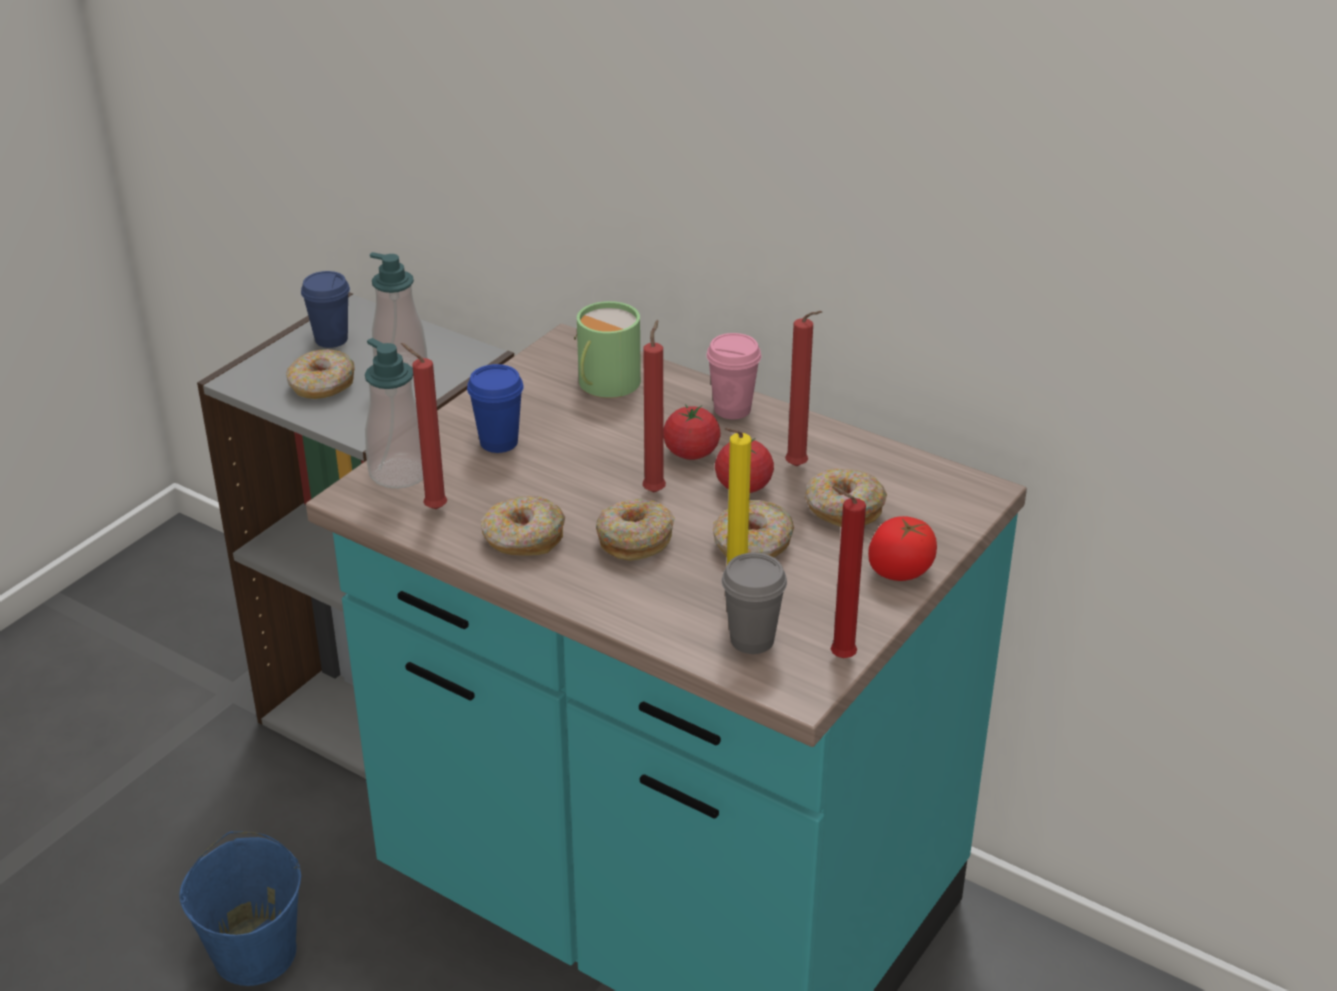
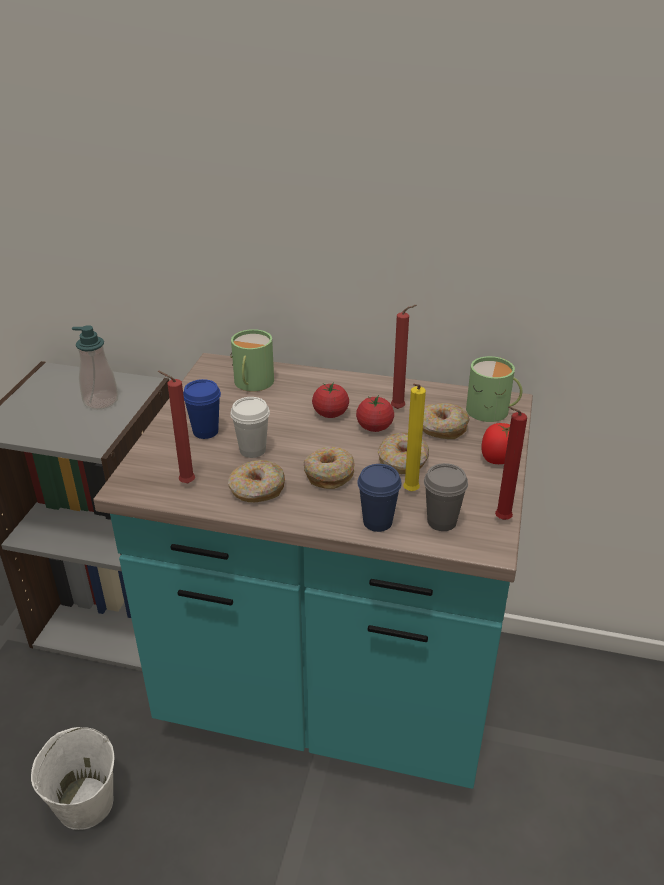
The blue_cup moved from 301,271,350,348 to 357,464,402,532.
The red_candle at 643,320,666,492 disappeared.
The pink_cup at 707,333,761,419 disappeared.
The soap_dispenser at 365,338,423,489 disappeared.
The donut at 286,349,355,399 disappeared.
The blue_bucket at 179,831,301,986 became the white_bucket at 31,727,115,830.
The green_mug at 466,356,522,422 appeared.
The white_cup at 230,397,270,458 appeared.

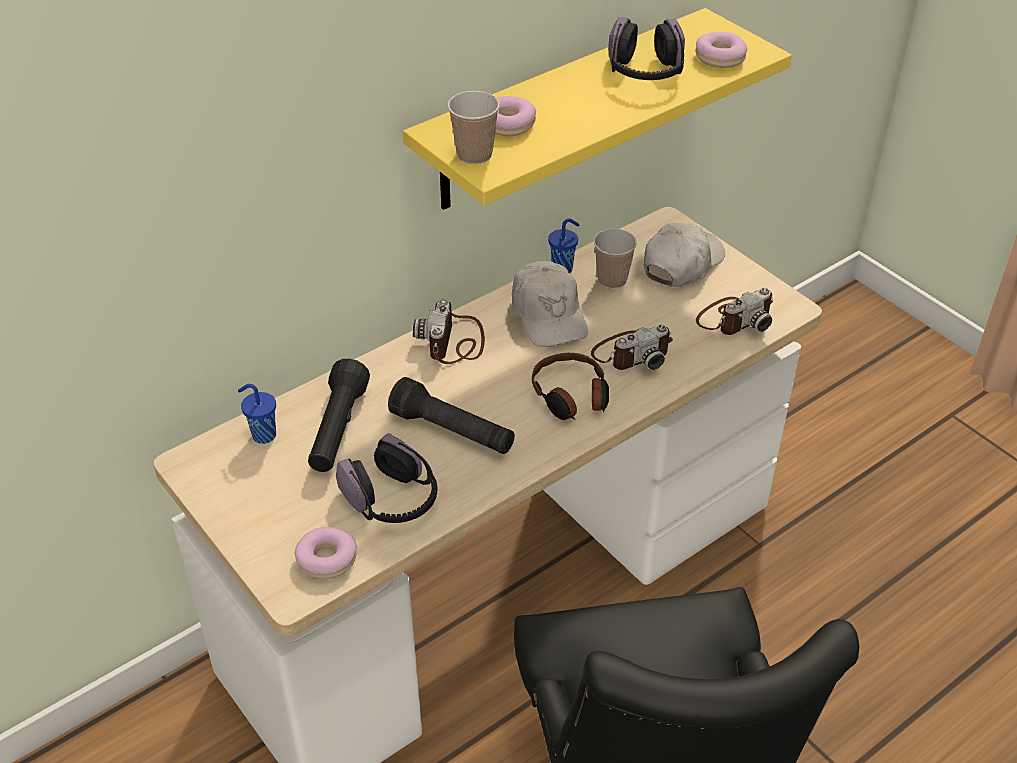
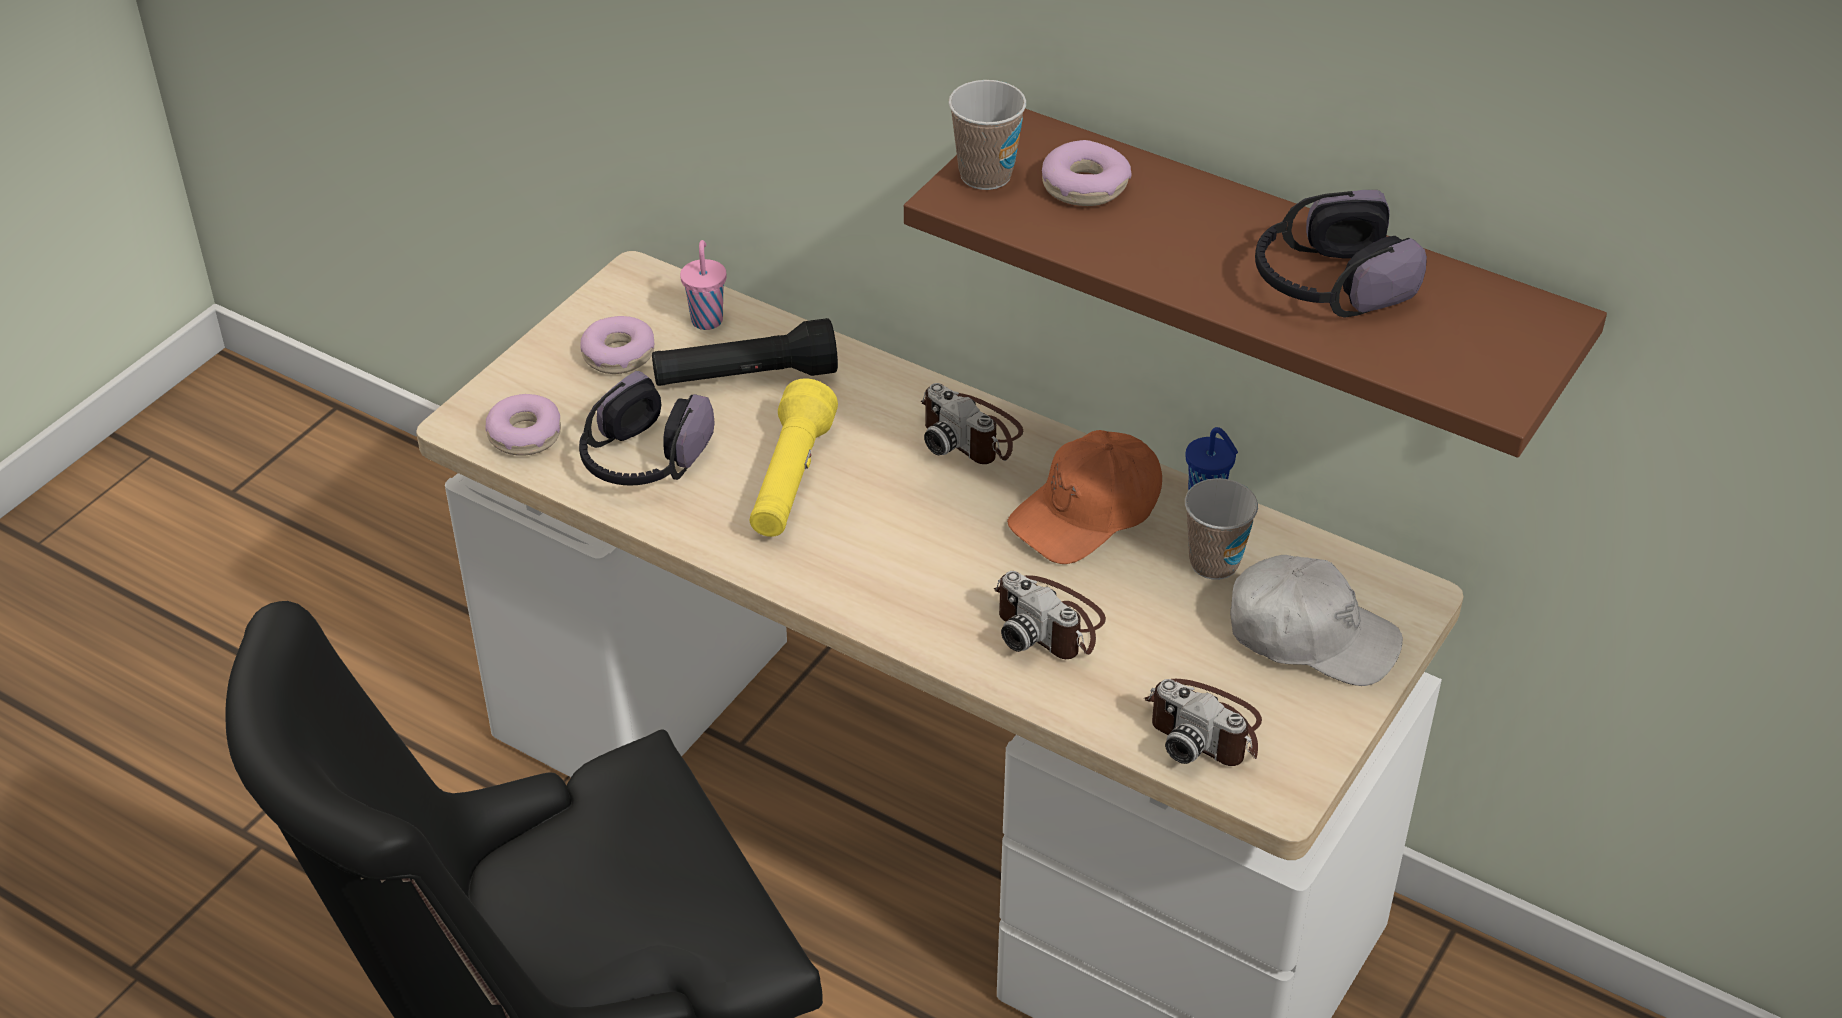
The yellow_shelf at 403,8,792,210 became the brown_shelf at 904,109,1607,458.
The donut moved from 695,32,747,68 to 580,316,655,374.
The white_cap at 512,261,588,347 became the orange_cap at 1007,430,1162,564.
The photo_camera at 413,299,485,364 turned 120 degrees counterclockwise.
The headphones at 532,353,609,420 disappeared.
The black_flashlight at 388,377,515,454 became the yellow_flashlight at 750,378,838,537.
The blue_cup at 238,384,276,444 became the pink_cup at 680,240,726,330.

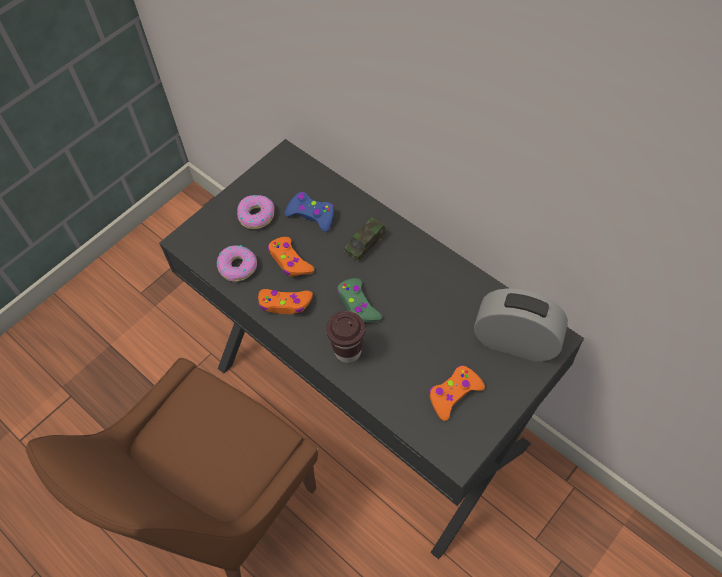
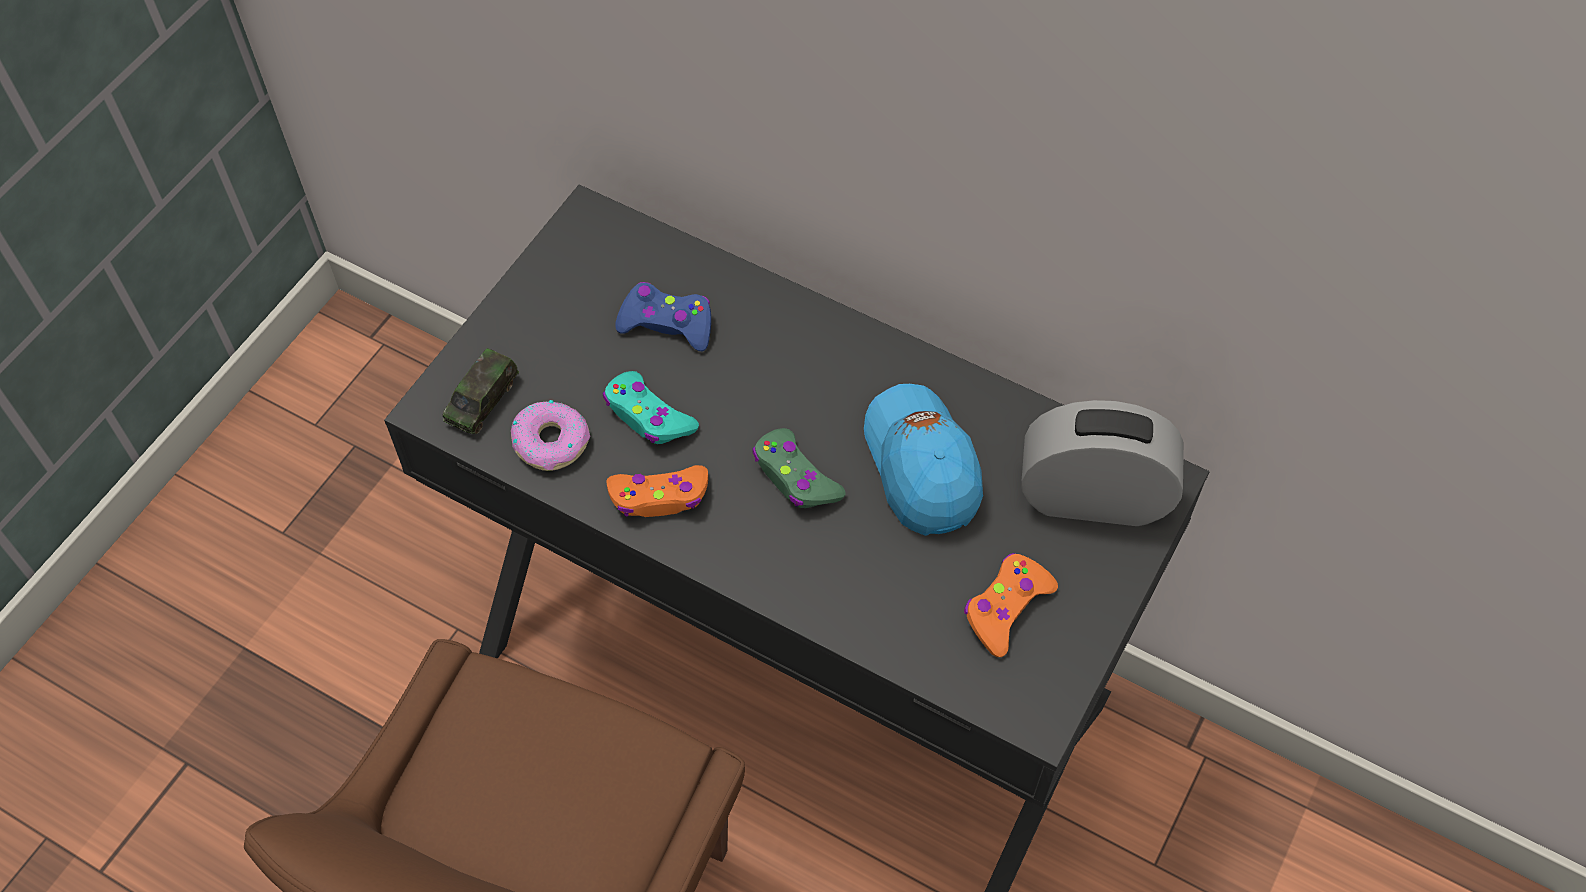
The donut at 237,195,274,229 disappeared.
The toy_car moved from 344,218,386,261 to 442,348,519,434.
The orange_game_controller at 268,237,314,277 became the turquoise_game_controller at 602,371,699,444.
The brown_cup at 326,311,365,363 disappeared.
The blue_cap at 864,384,983,536 appeared.

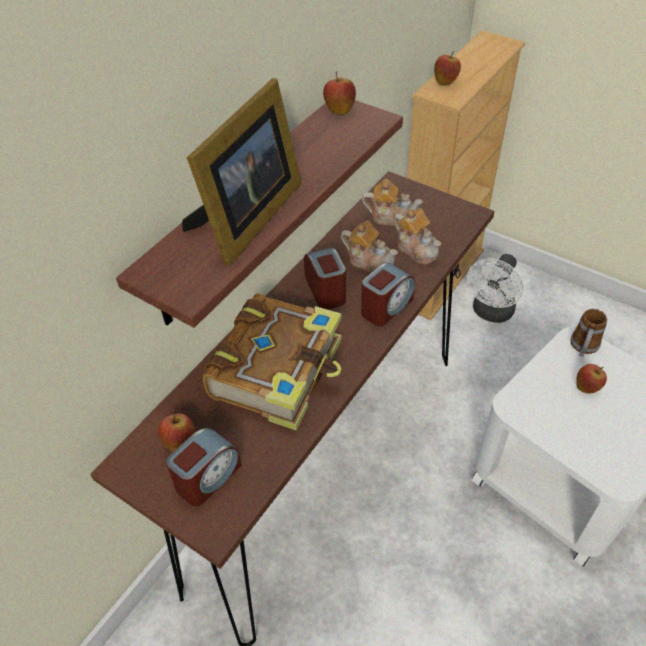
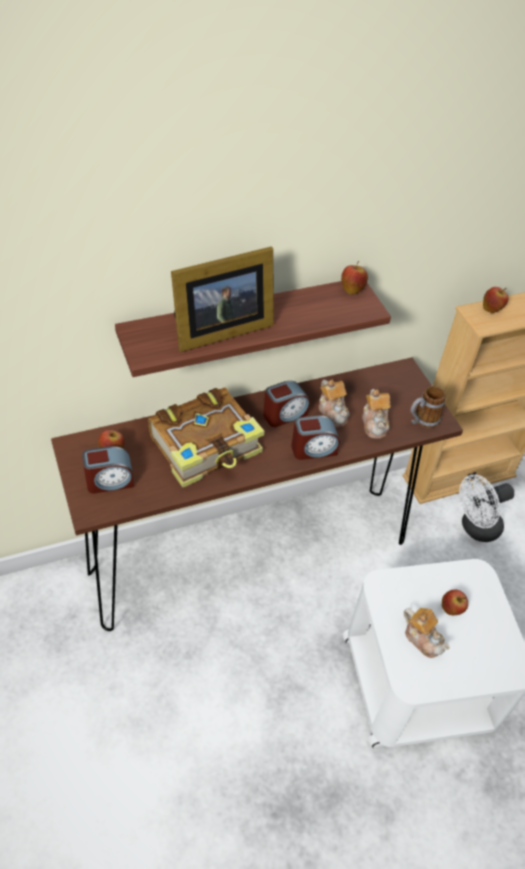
The teapot moved from 362,179,423,226 to 404,608,450,658.
The alarm_clock at 304,247,346,309 turned 45 degrees clockwise.
The mug moved from 570,309,607,357 to 410,386,446,428.

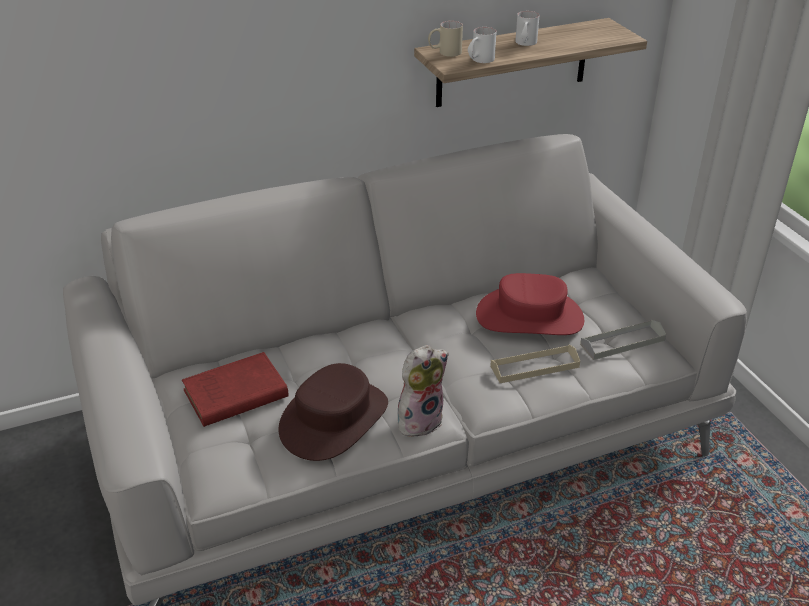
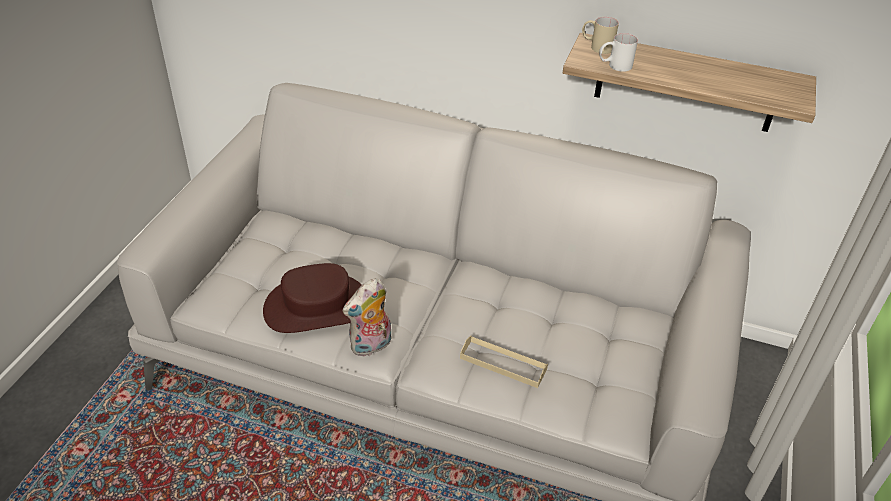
The white_mug at 515,11,540,46 disappeared.
The red_hat at 476,273,584,335 disappeared.
The grey_tray at 580,320,666,360 disappeared.
The plush_toy at 398,345,449,437 turned 135 degrees clockwise.
The red_book at 182,352,289,427 disappeared.

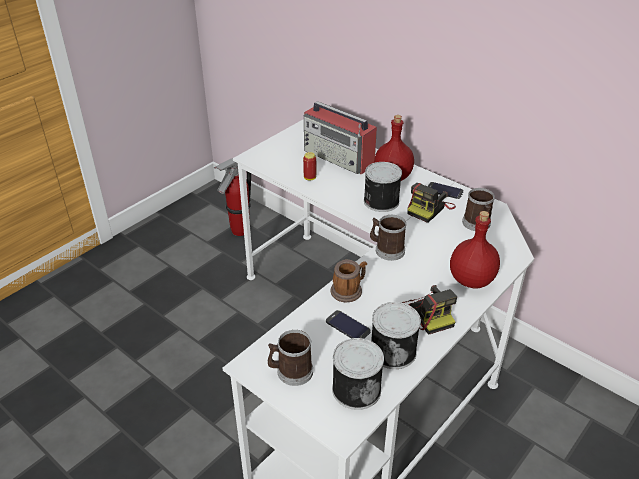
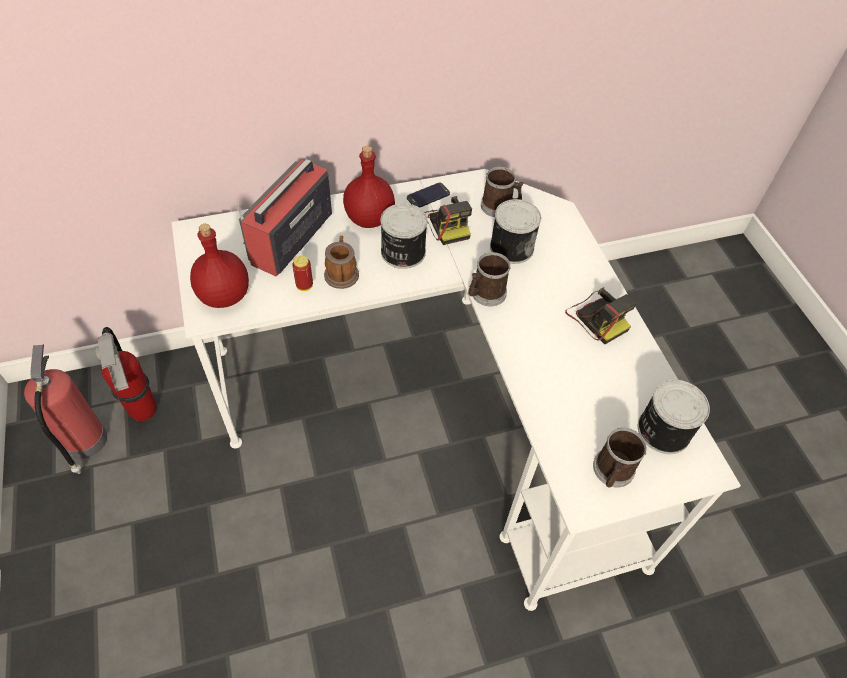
The radio at 304,101,377,175 turned 135 degrees clockwise.
The red_bottle moved from 450,211,500,289 to 190,224,249,308.
The mug moved from 330,259,367,303 to 324,236,359,289.
The photo_camera at 402,285,457,335 turned 45 degrees clockwise.
The can moved from 371,302,421,369 to 490,199,541,264.
The phone at 326,310,371,339 disappeared.
The fire_extinguisher at 24,344,107,474 appeared.

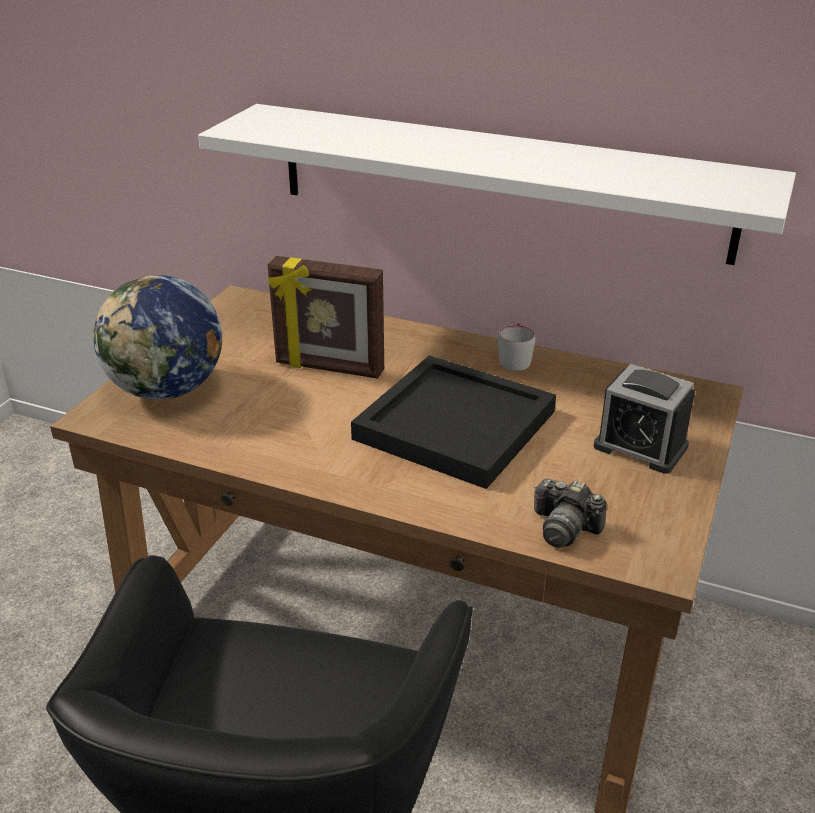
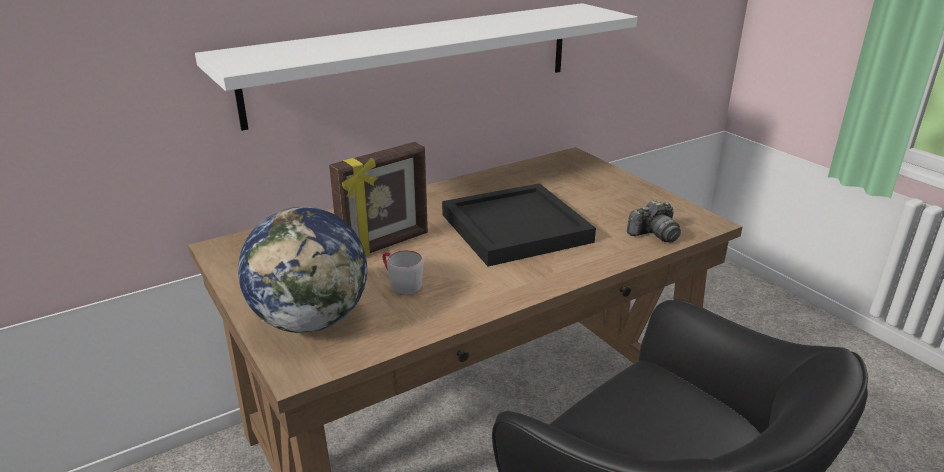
The grey_mug moved from 498,324,536,371 to 383,250,423,295.
The alarm_clock at 594,364,695,474 disappeared.

